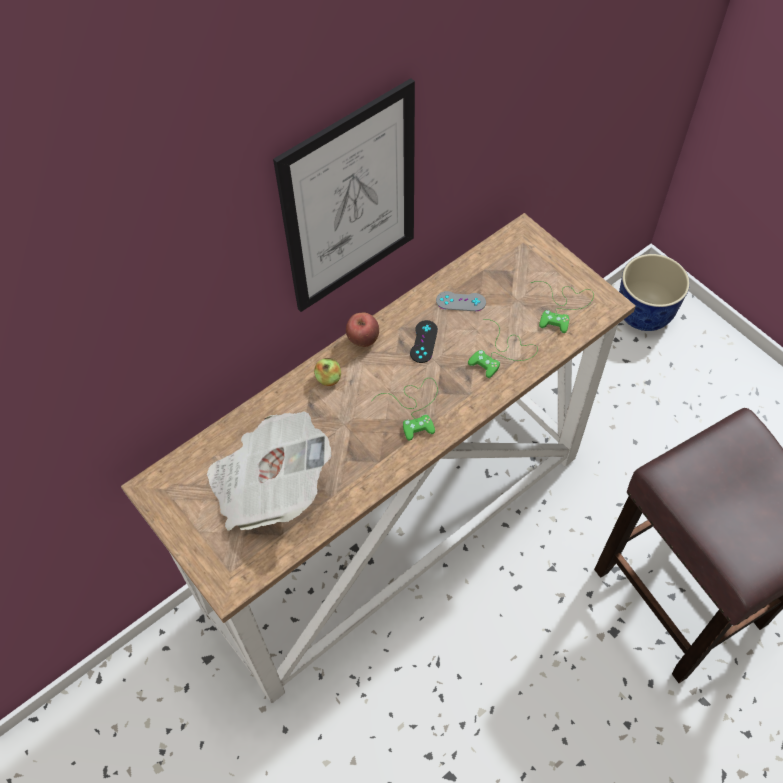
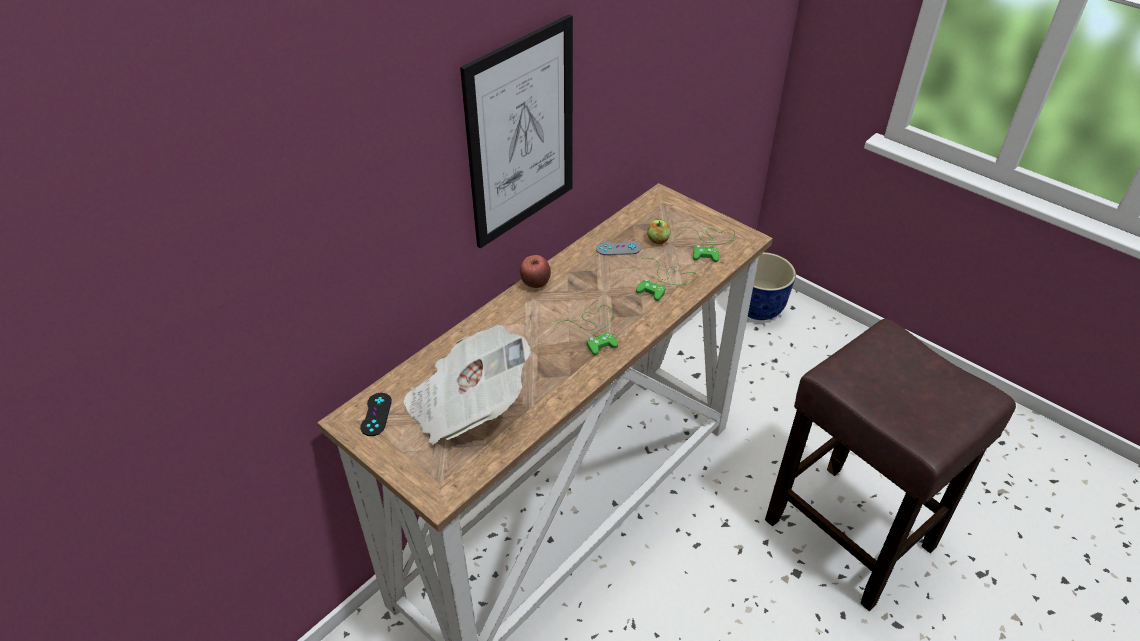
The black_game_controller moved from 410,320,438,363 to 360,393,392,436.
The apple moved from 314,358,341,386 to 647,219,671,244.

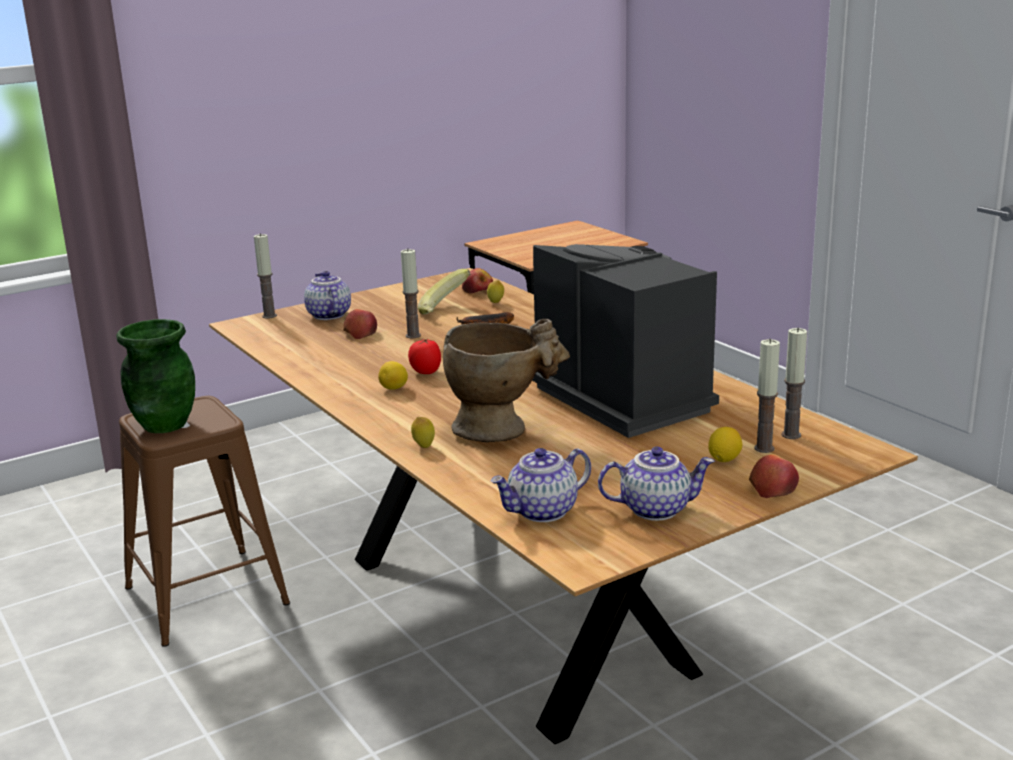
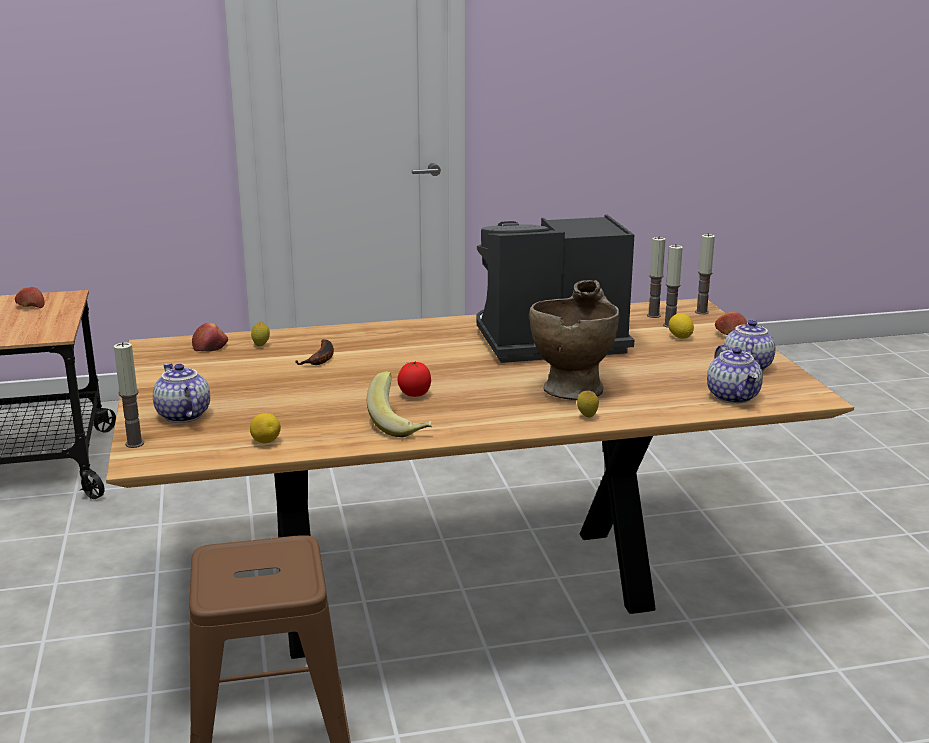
The candle moved from 401,248,421,339 to 695,233,715,315.
The banana moved from 418,269,470,314 to 367,371,432,437.
The teapot at 304,271,351,320 turned 60 degrees clockwise.
The apple moved from 343,309,377,339 to 15,287,45,308.
The green_vase at 116,319,195,433 disappeared.
The lemon moved from 378,361,408,390 to 250,413,281,444.

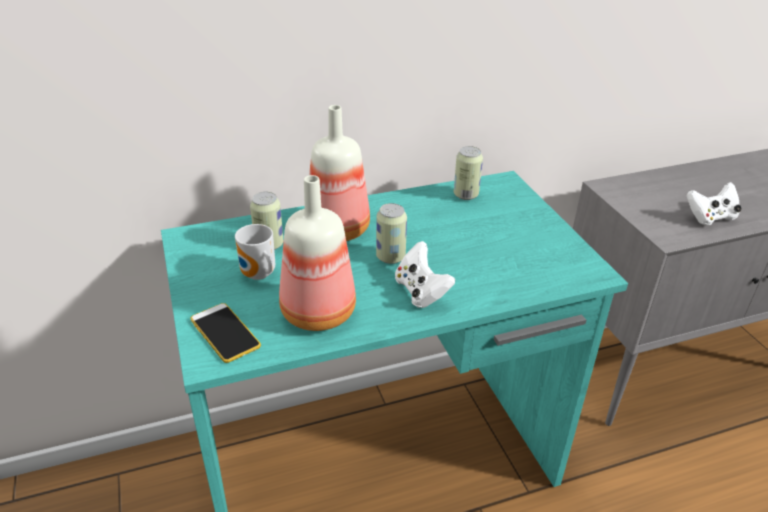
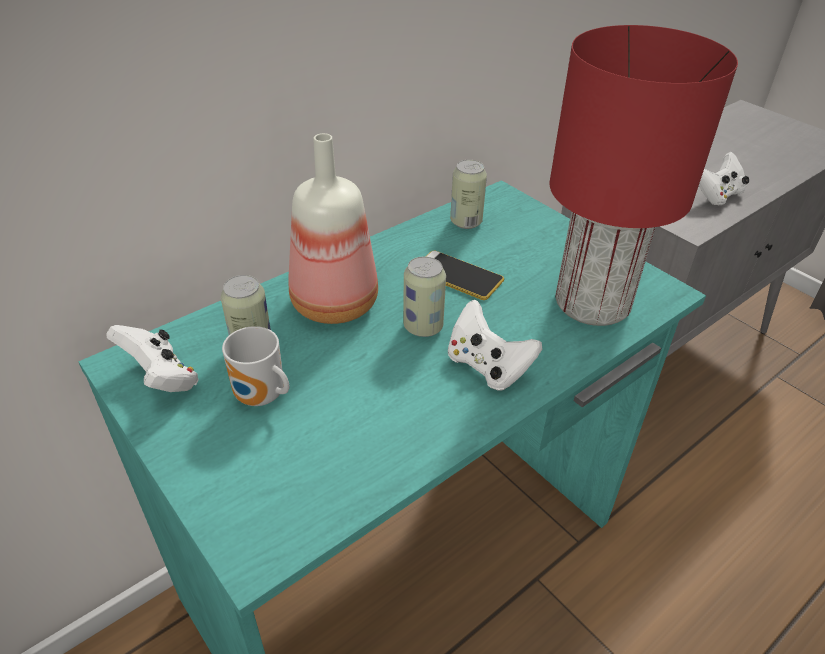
The bottle at 279,175,356,331 disappeared.
The phone moved from 190,303,261,363 to 425,251,504,300.
The red_table_lamp at 549,25,738,326 appeared.
The white_game_controller at 107,325,199,392 appeared.

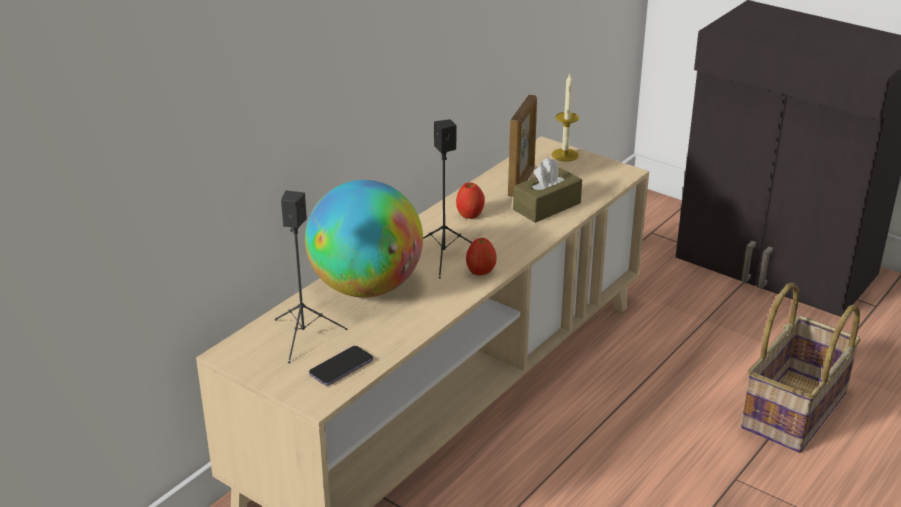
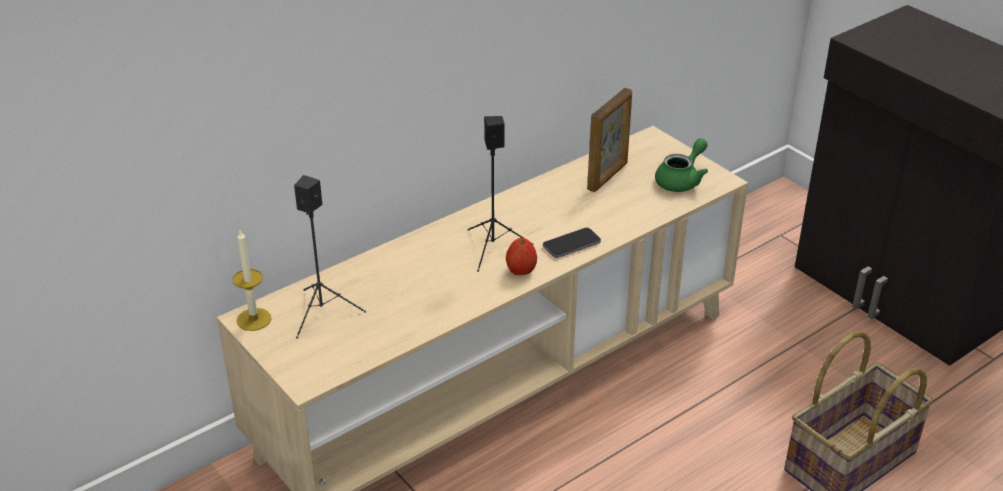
The candle moved from 551,74,579,162 to 233,231,271,331.
The brown_tissue_box at 513,157,582,223 disappeared.
The globe at 305,180,423,298 disappeared.
The apple at 456,183,485,219 disappeared.
The phone moved from 309,346,373,386 to 543,227,601,258.
The green_teapot at 655,138,708,192 appeared.

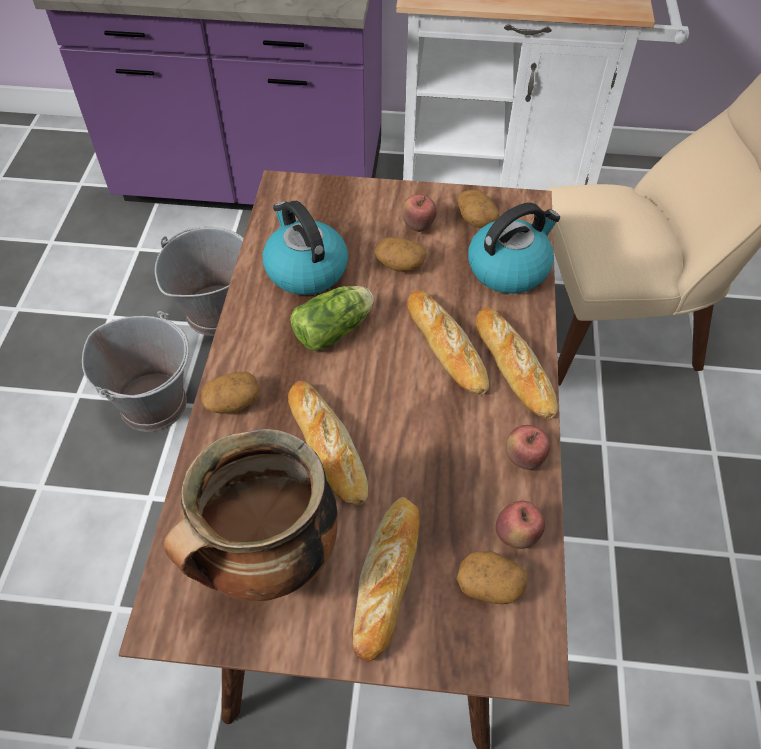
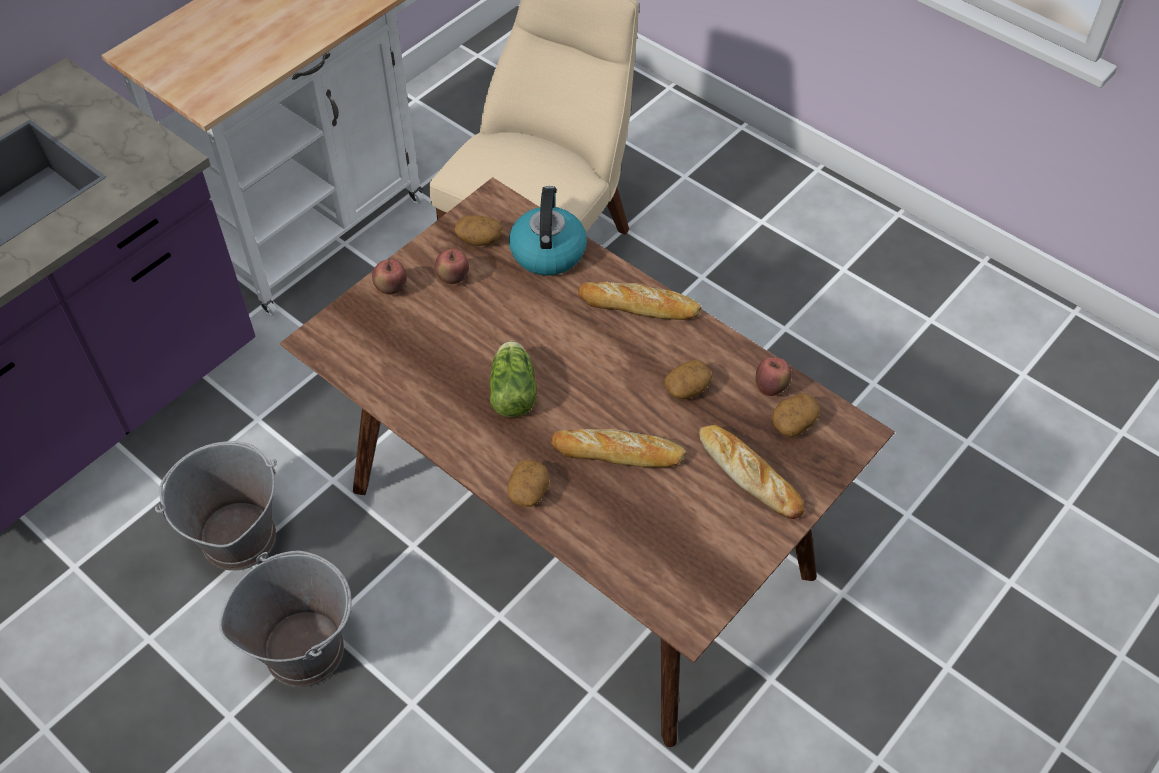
The kettle at 262,201,348,295 disappeared.
The potato moved from 374,237,427,271 to 664,360,712,399.
The bread at 407,289,489,395 disappeared.
The apple moved from 507,425,550,470 to 372,259,407,295.
The cooking_pot at 163,429,338,601 disappeared.

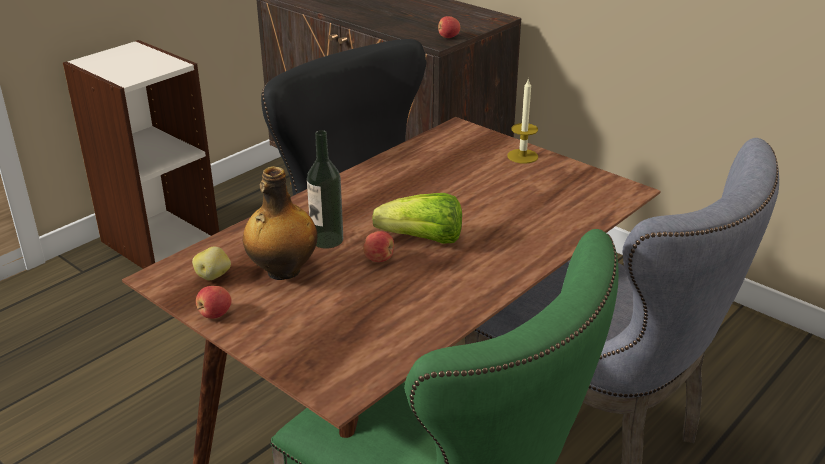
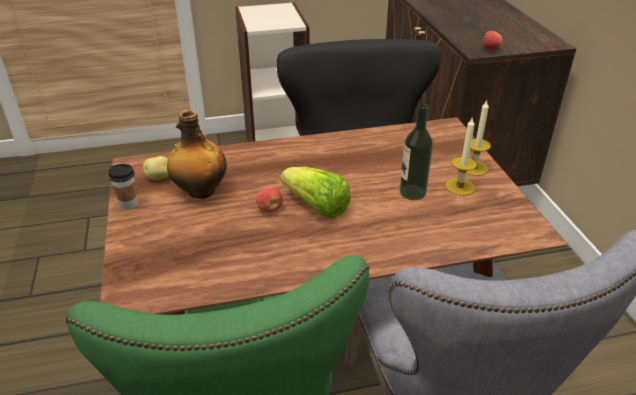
The bottle moved from 307,130,343,249 to 400,104,433,200.
The apple at 196,286,232,319 was replaced by the cup at 108,164,138,210.
The candle at 445,117,477,196 appeared.

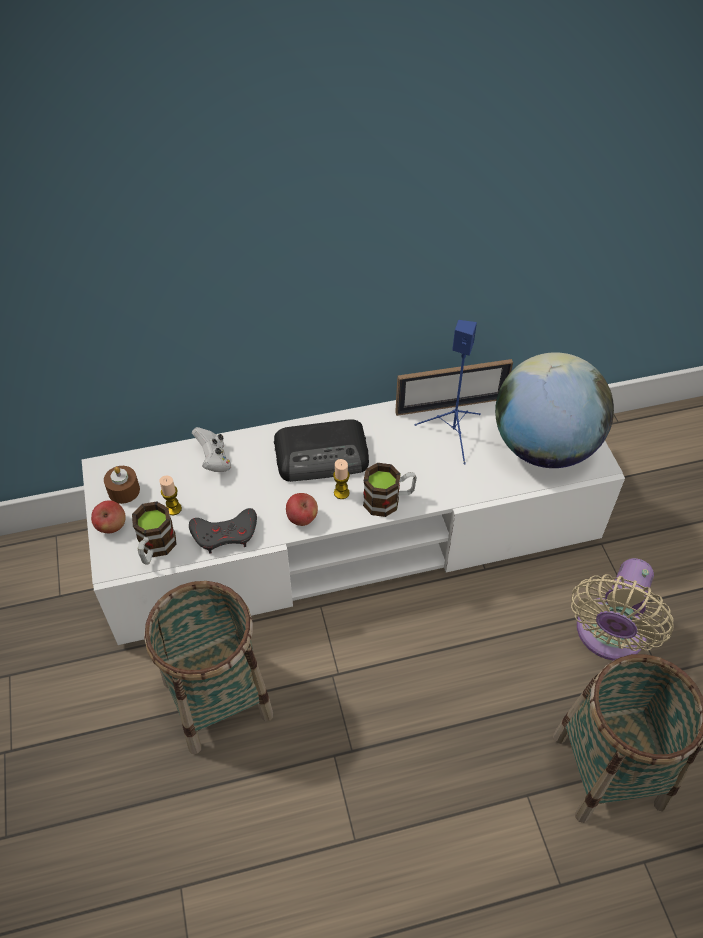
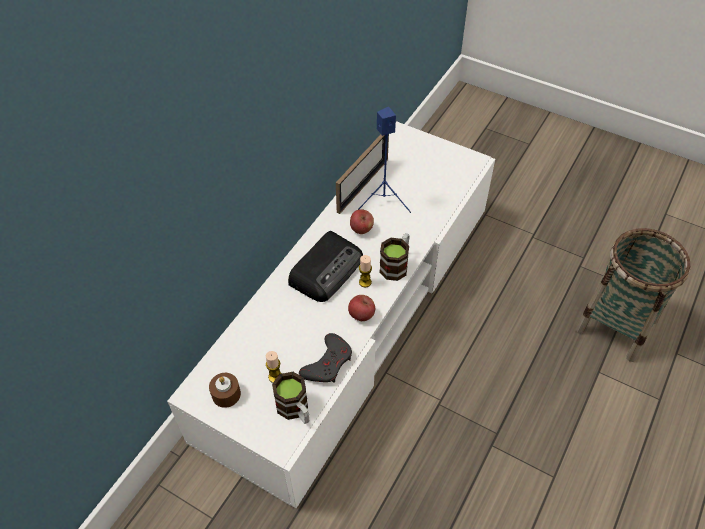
The globe at 495,352,614,468 disappeared.
The white_game_controller at 192,427,231,472 disappeared.
The apple moved from 91,500,126,533 to 350,209,374,234.
The beige_fan at 571,558,674,661 disappeared.
The basket at 144,581,273,754 disappeared.

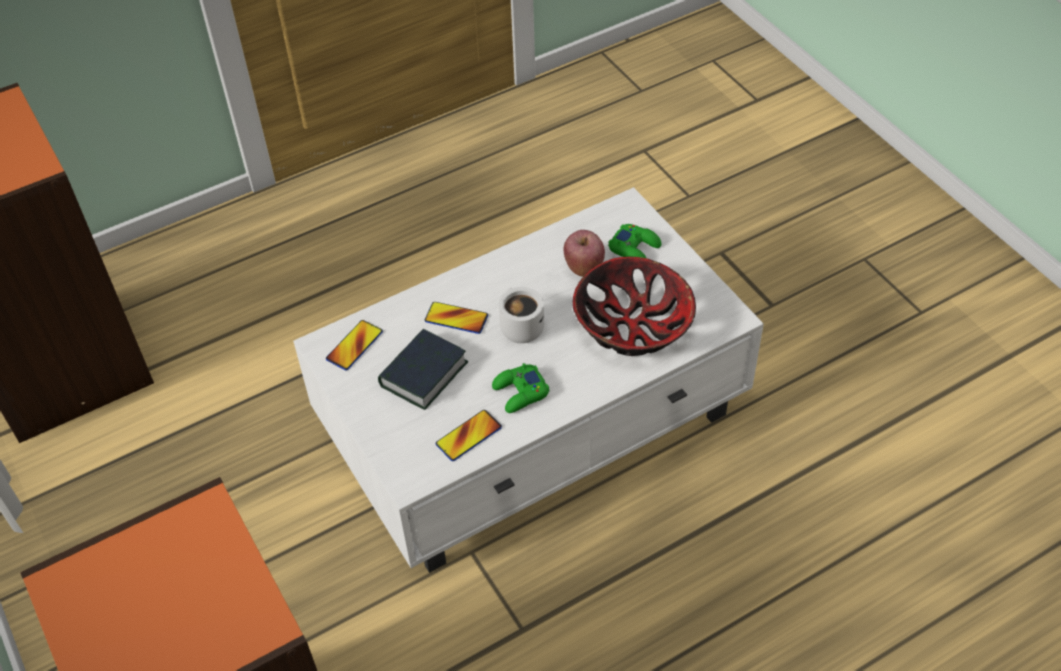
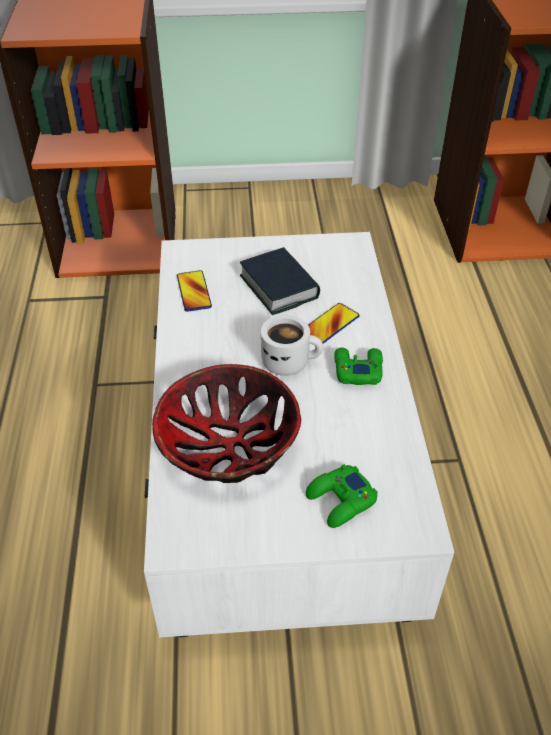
The apple at 563,230,605,277 disappeared.
The phone at 326,320,383,370 disappeared.
The green_game_controller moved from 492,363,549,413 to 334,348,383,385.

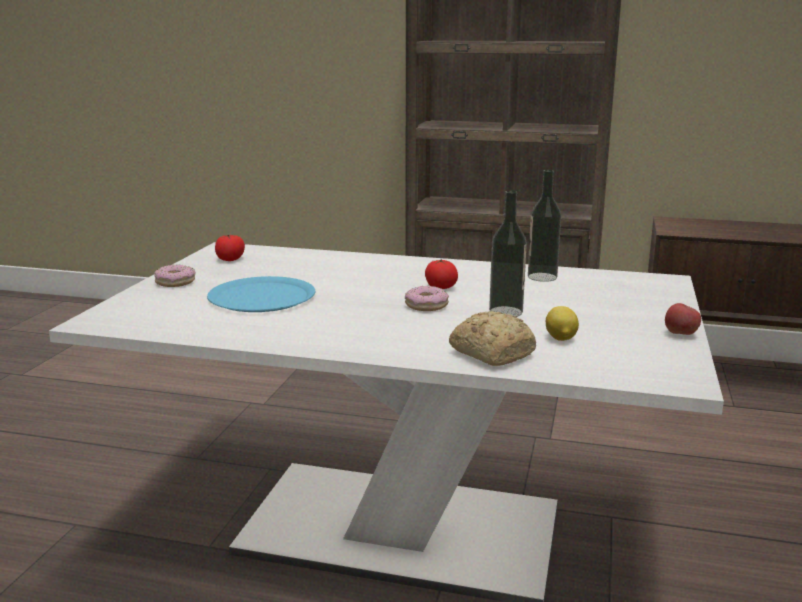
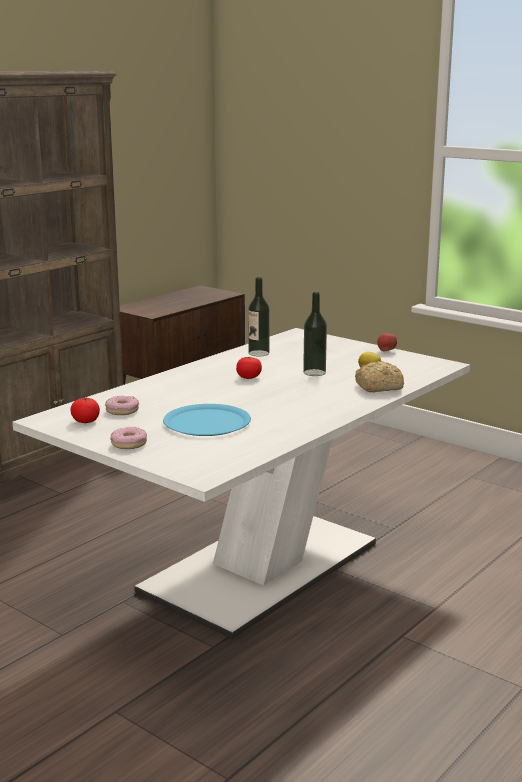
The donut moved from 405,286,449,311 to 105,396,139,415.

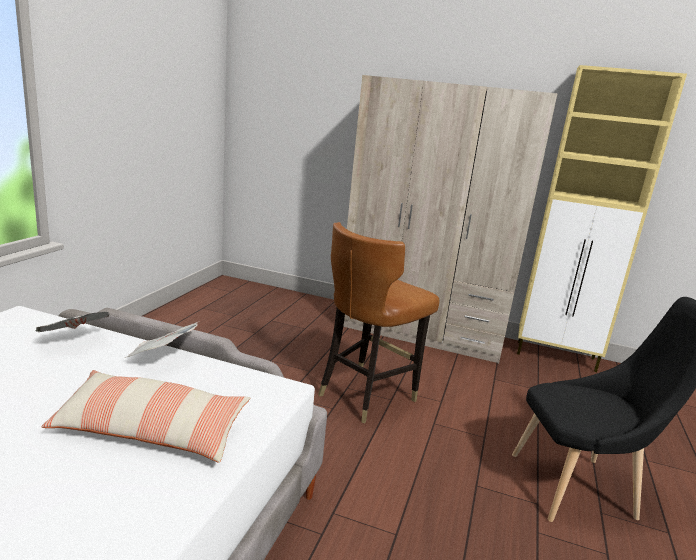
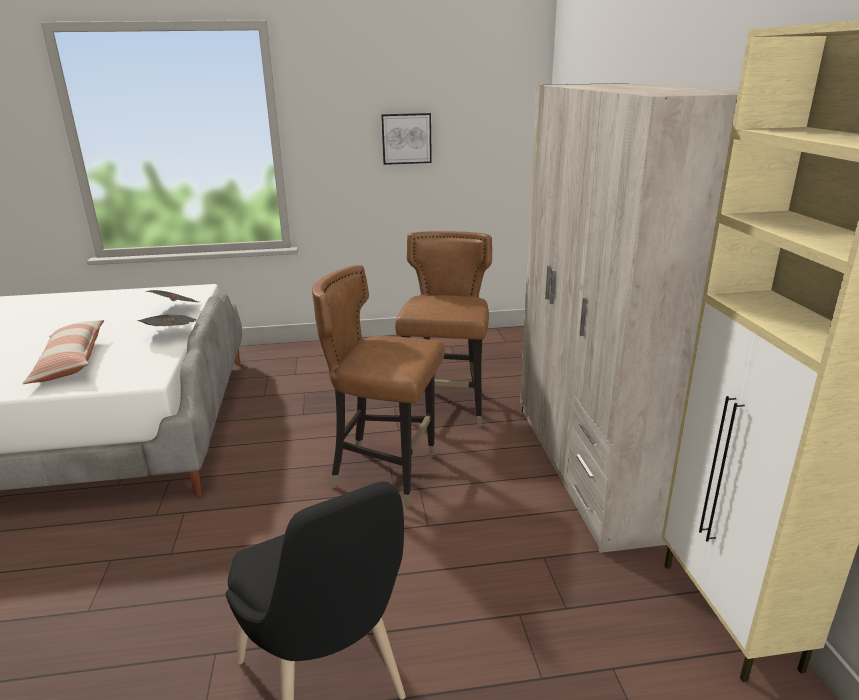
The picture at 381,113,432,165 appeared.
The brown_chair at 395,231,492,427 appeared.

